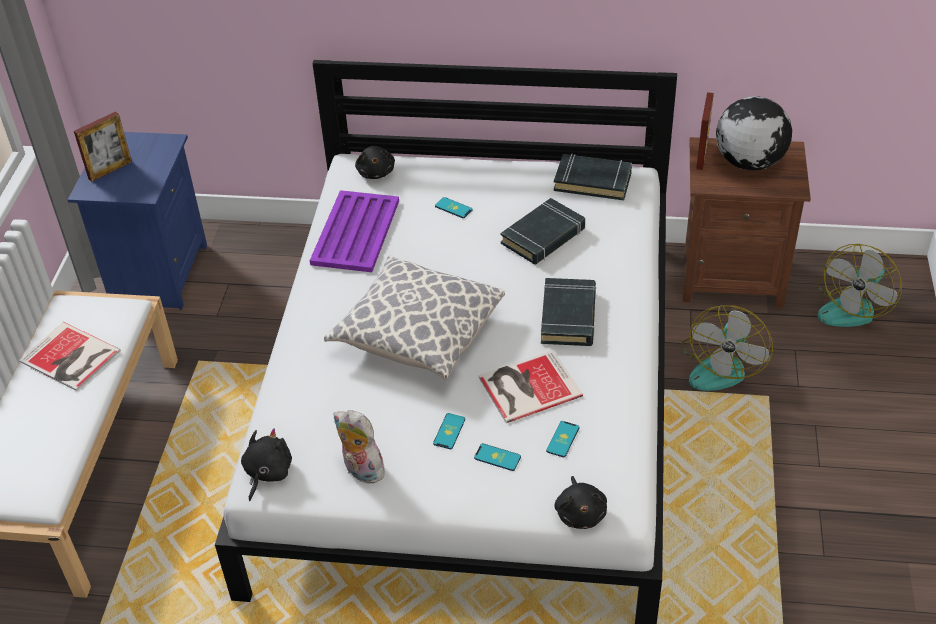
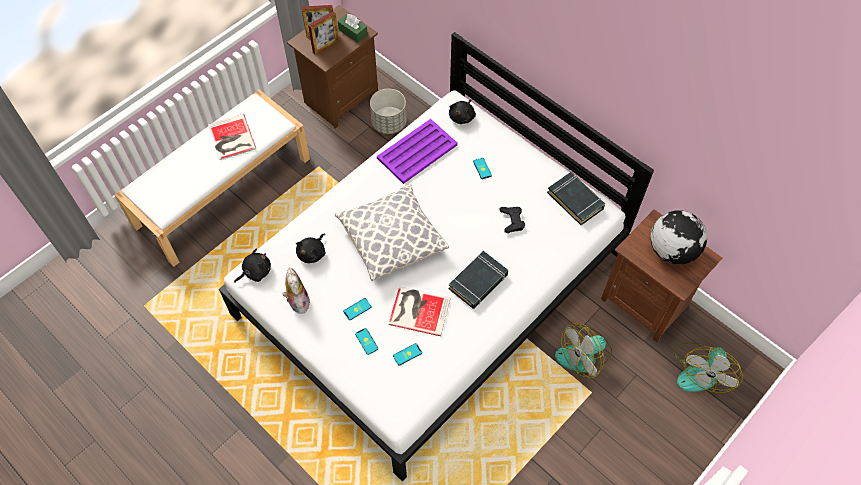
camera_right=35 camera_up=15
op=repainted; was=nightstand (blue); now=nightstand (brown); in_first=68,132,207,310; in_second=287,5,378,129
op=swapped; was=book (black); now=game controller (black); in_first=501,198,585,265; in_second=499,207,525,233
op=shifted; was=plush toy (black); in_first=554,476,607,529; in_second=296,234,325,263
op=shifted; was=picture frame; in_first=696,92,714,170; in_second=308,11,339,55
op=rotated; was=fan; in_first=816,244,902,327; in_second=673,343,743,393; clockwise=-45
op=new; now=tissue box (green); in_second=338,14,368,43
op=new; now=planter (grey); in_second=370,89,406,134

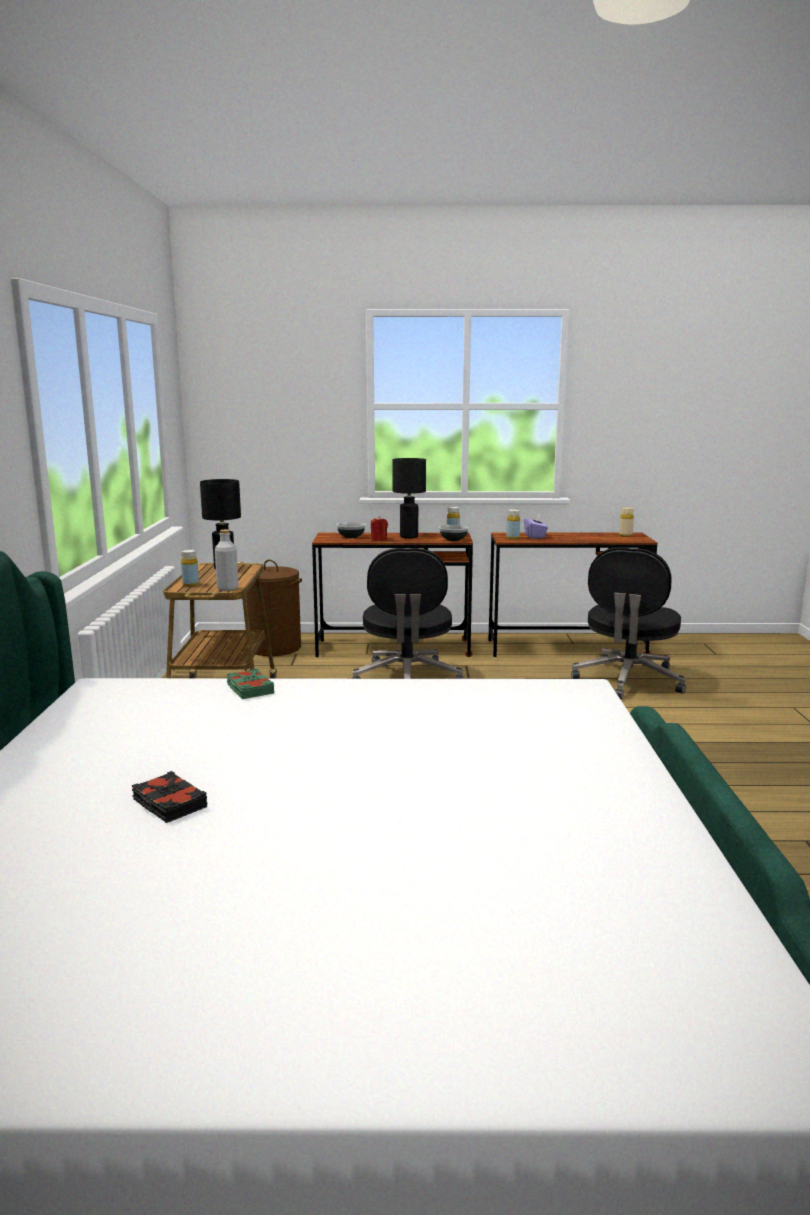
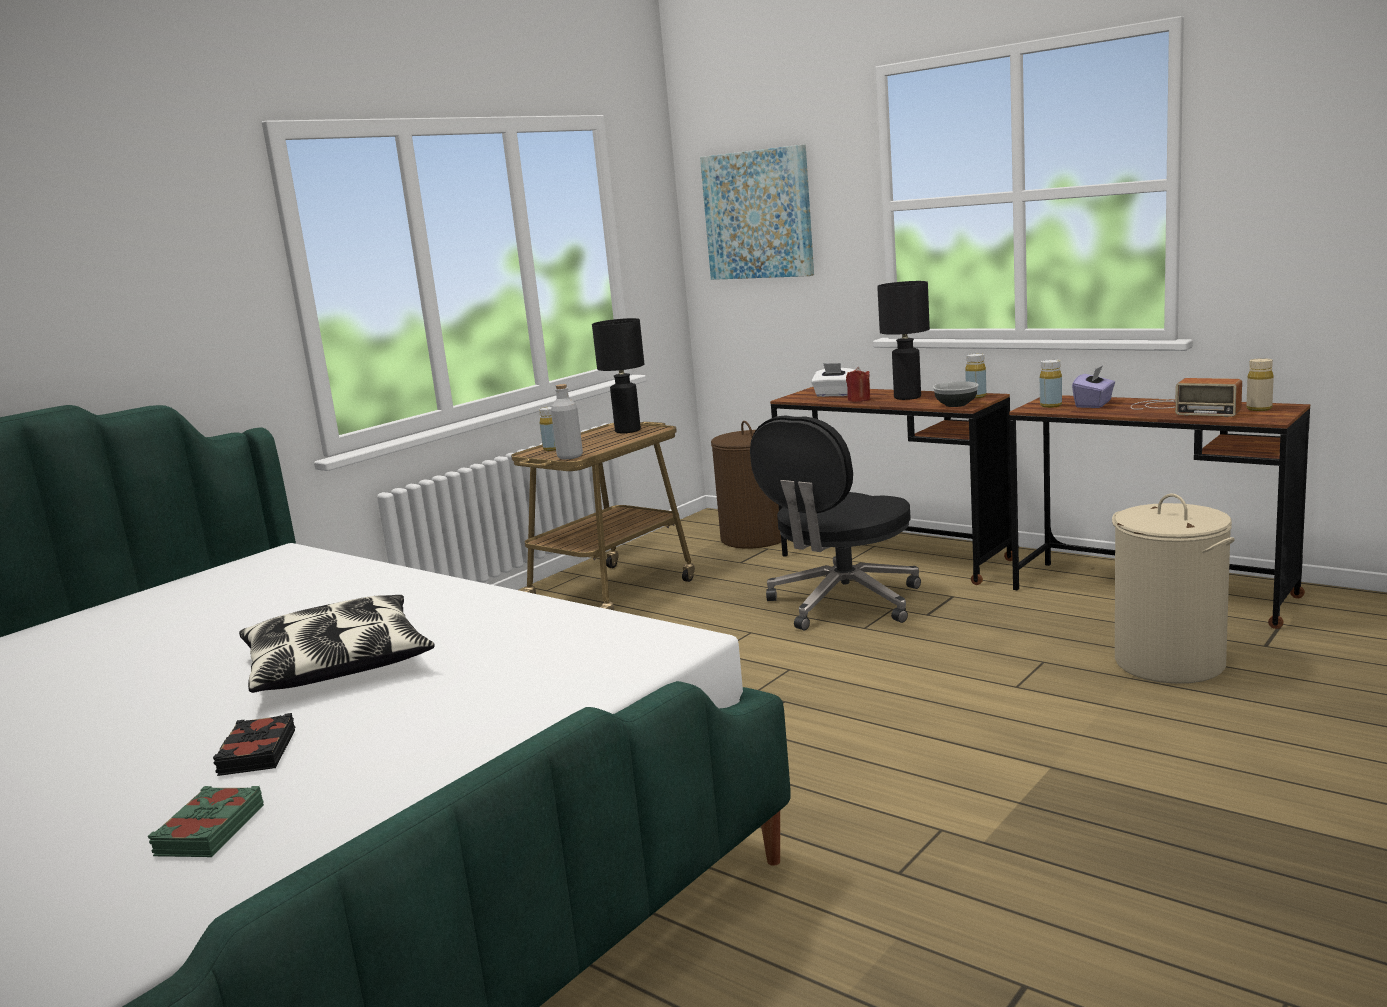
camera_right=40 camera_up=0
op=shifted; was=book (black); in_first=132,771,207,823; in_second=213,713,295,776
op=shifted; was=book (green); in_first=226,668,275,699; in_second=147,786,264,857
op=swapped; was=bowl; now=tissue box (white); in_first=337,522,366,538; in_second=811,363,855,397
op=swapped; was=office chair (black); now=laundry basket (beige); in_first=571,547,686,699; in_second=1112,493,1235,684
op=new; now=pillow; in_second=239,595,435,693
op=new; now=picture; in_second=700,144,814,280
op=new; now=radio; in_second=1131,378,1242,417

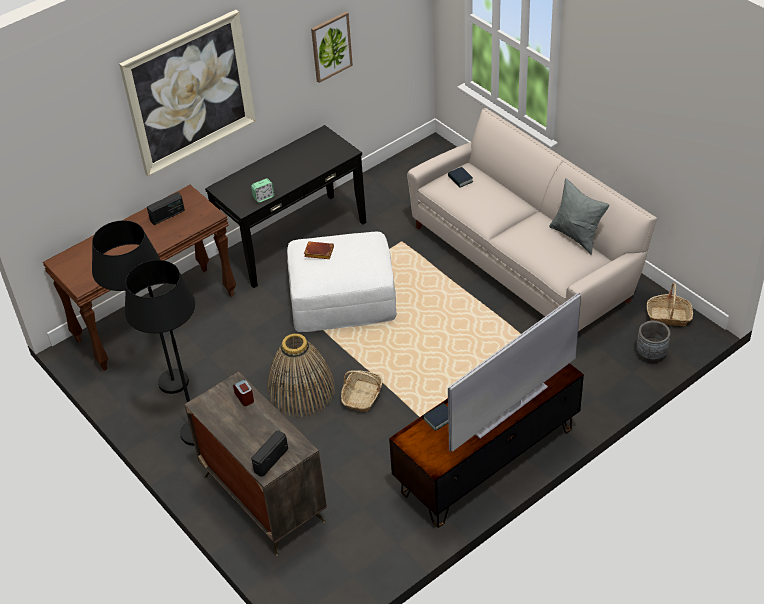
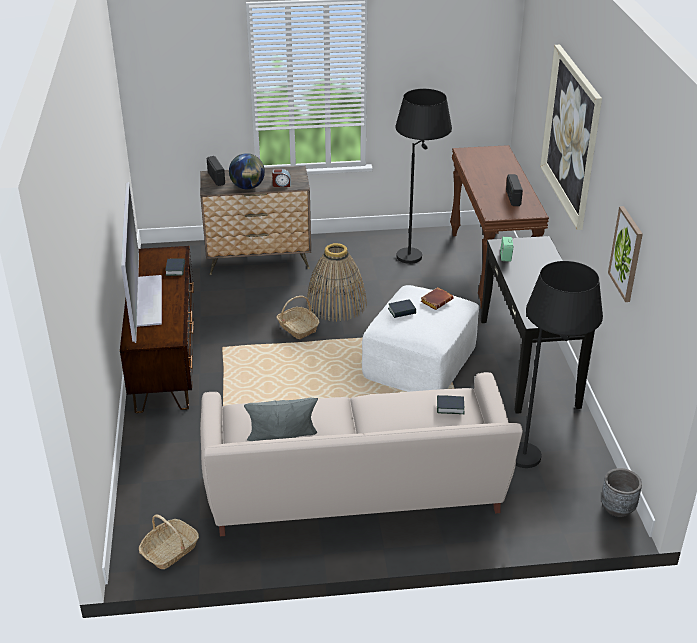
camera_right=120 camera_up=-10
op=shifted; was=floor lamp (black); in_first=125,260,195,446; in_second=516,261,603,468
op=shifted; was=planter (grey); in_first=637,321,671,362; in_second=601,468,642,517
op=new; now=globe; in_second=229,153,265,189
op=new; now=book; in_second=388,299,416,318

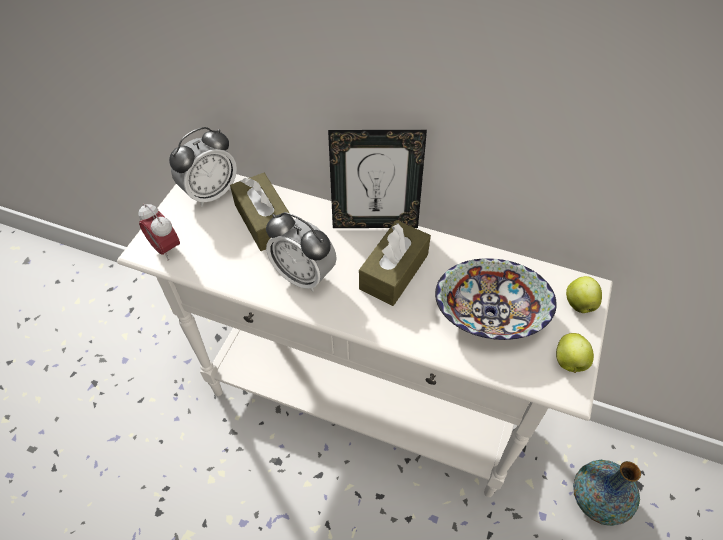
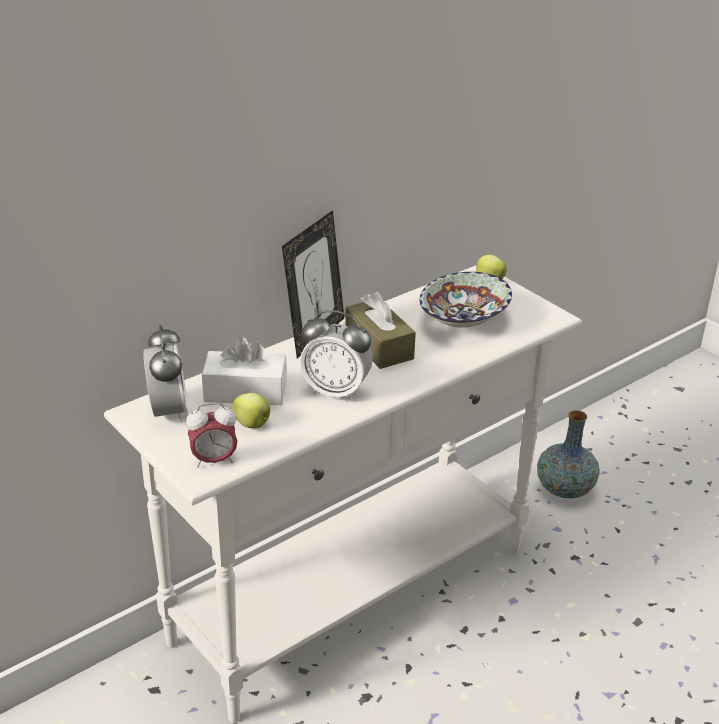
camera_right=-60 camera_up=-20
op=repainted; was=tissue box (brown); now=tissue box (white); in_first=230,173,292,251; in_second=202,337,287,405
op=rotated; was=alarm clock; in_first=266,212,337,292; in_second=300,310,373,402; clockwise=45
op=shifted; was=apple; in_first=556,333,594,373; in_second=232,393,270,429

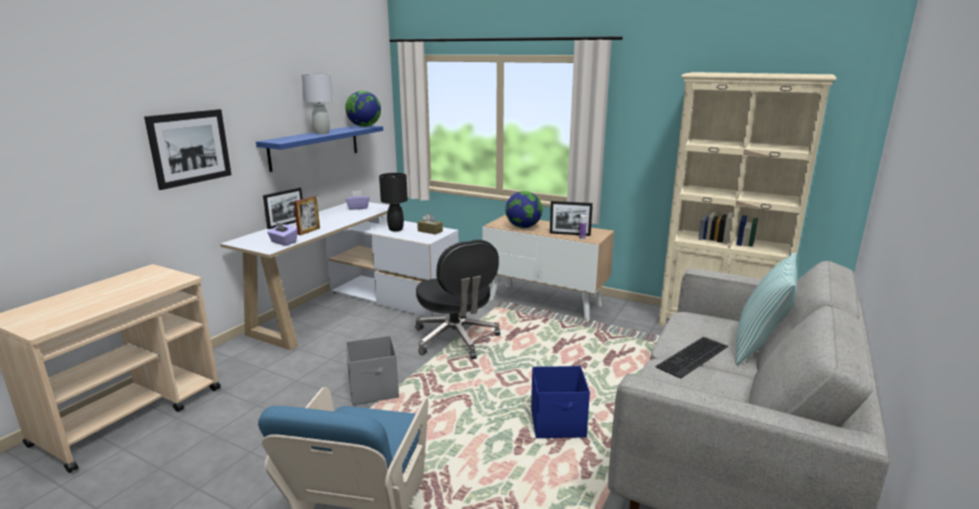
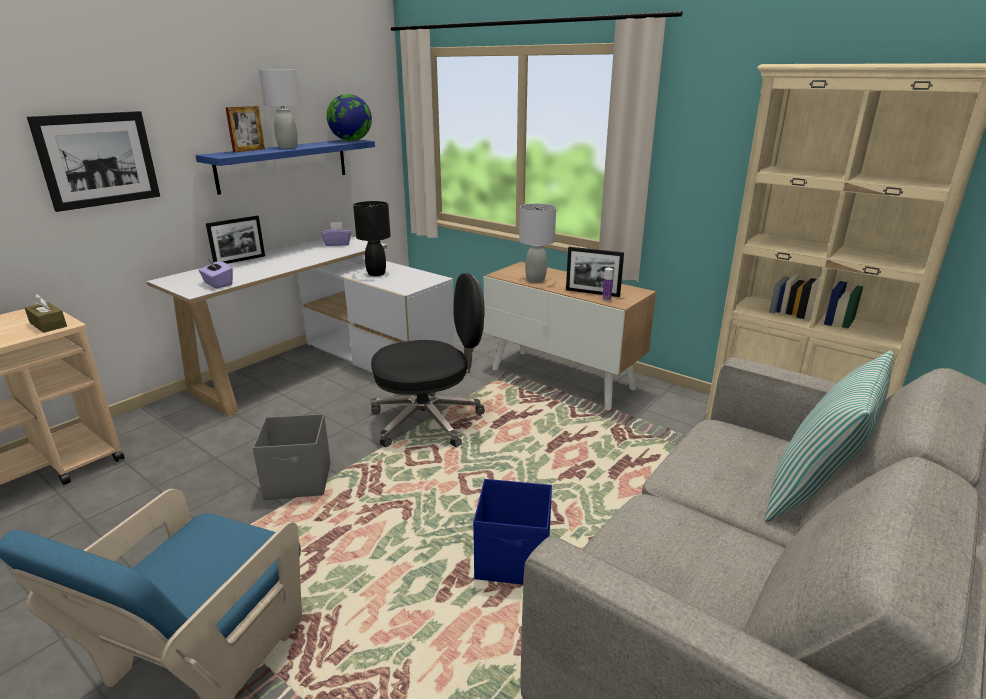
camera_right=10 camera_up=5
op=shifted; was=picture frame; in_first=294,196,320,235; in_second=225,106,265,152
op=rotated; was=office chair (black); in_first=415,240,500,359; in_second=371,273,485,448; clockwise=-90
op=shifted; was=tissue box (brown); in_first=417,213,443,235; in_second=25,293,67,333
op=swapped; was=globe; now=table lamp (grey); in_first=505,191,542,228; in_second=519,203,556,283
op=gone; was=keyboard; in_first=656,337,728,379

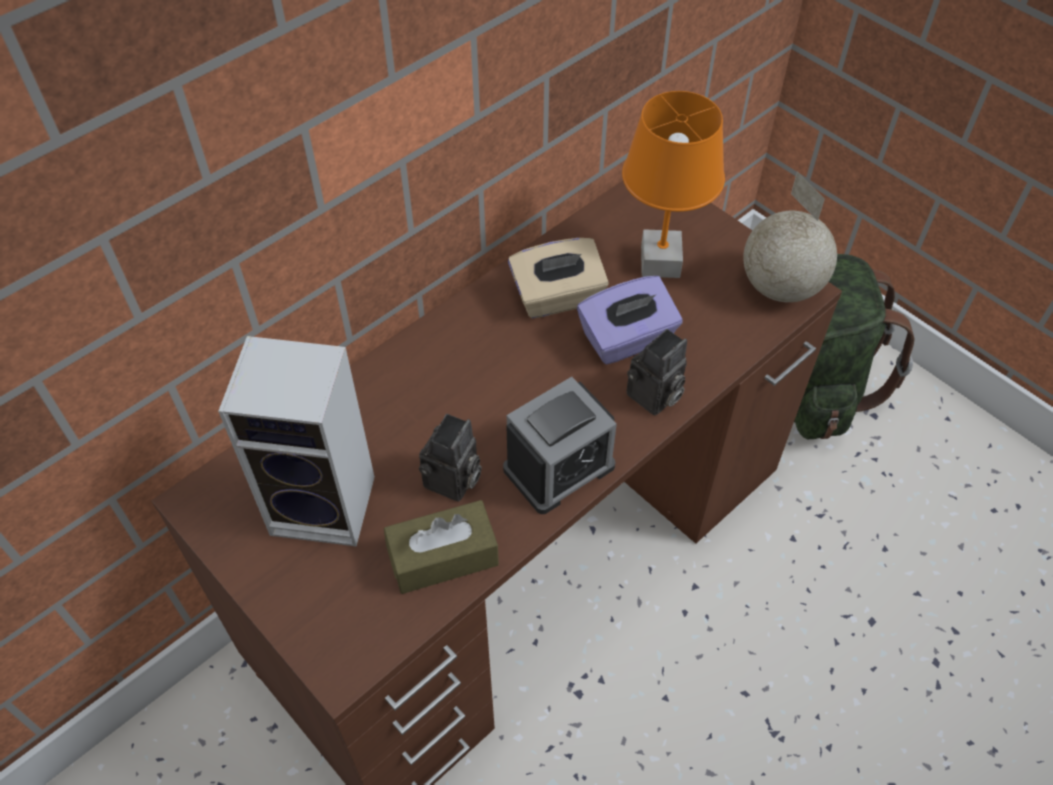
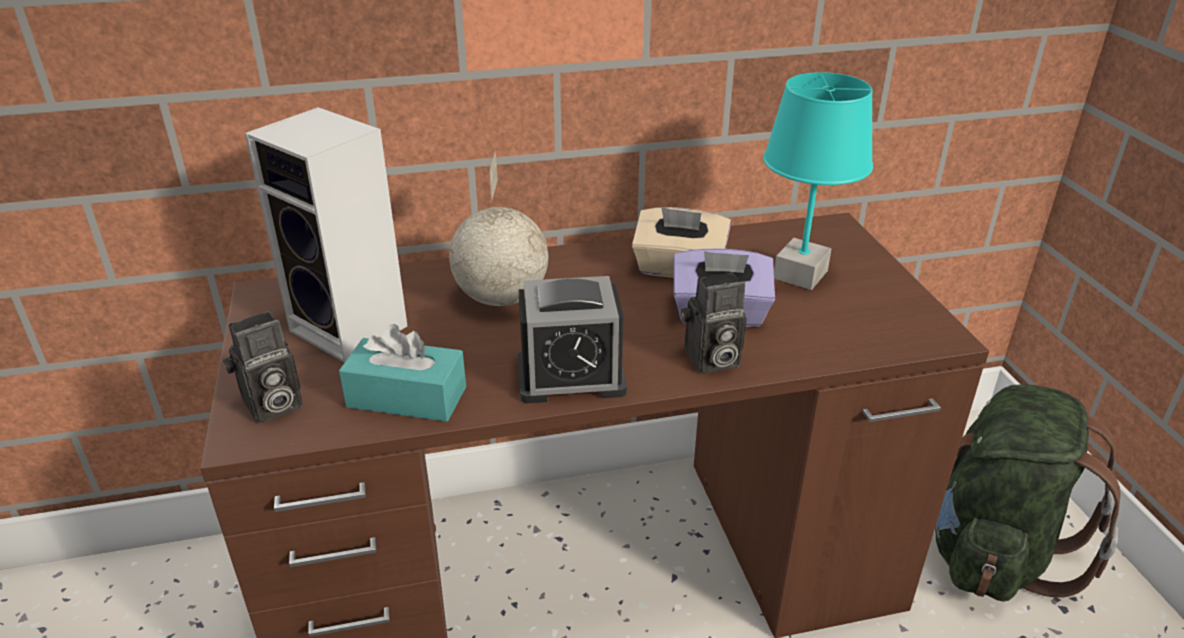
camera_right=30 camera_up=-20
op=repainted; was=tissue box (brown); now=tissue box (turquoise); in_first=384,500,499,594; in_second=339,324,466,422
op=shifted; was=photo camera; in_first=419,414,481,501; in_second=223,311,303,423
op=repainted; was=table lamp (orange); now=table lamp (turquoise); in_first=622,91,725,278; in_second=763,72,873,290
op=shifted; was=globe; in_first=743,171,837,302; in_second=449,151,548,306

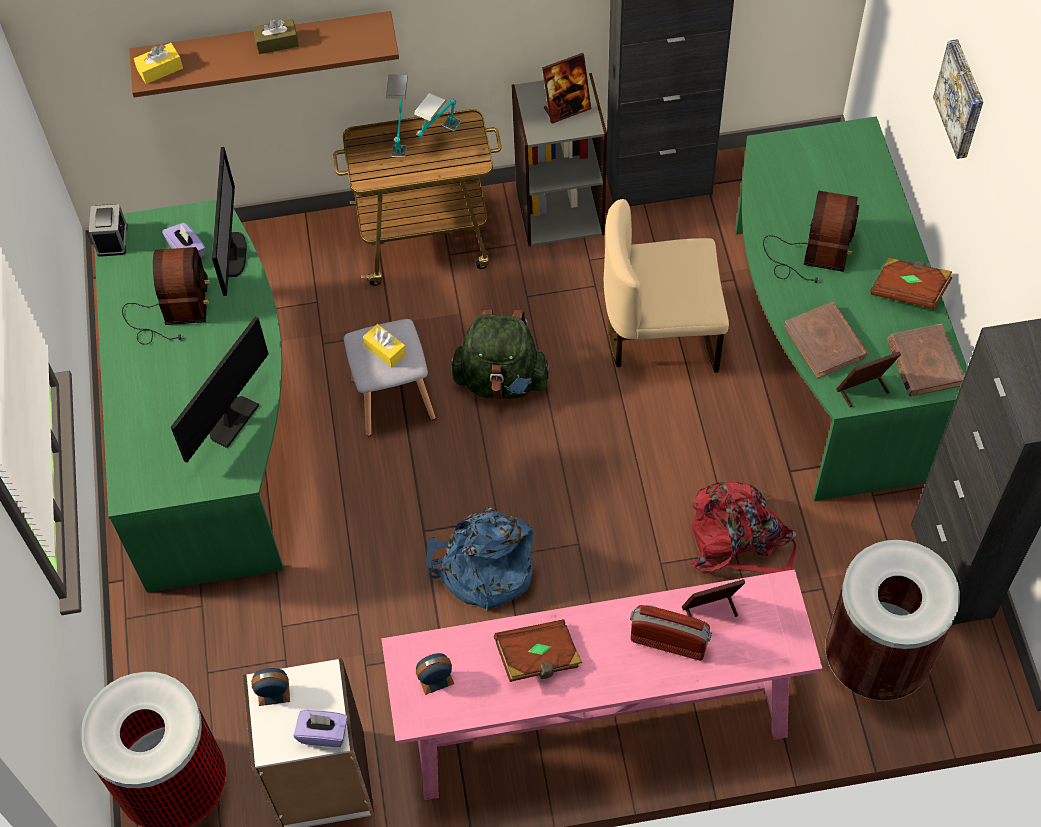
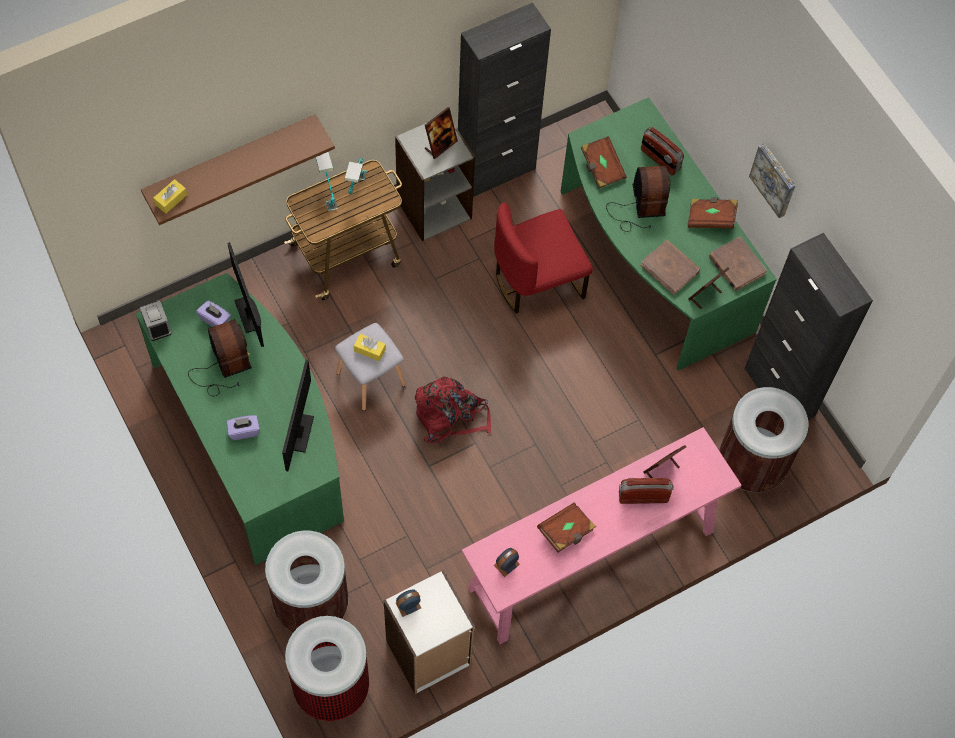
camera_right=-25 camera_up=5
op=gone; was=tissue box (brown); in_first=253,19,299,54
op=shifted; was=tissue box (purple); in_first=294,710,348,747; in_second=226,415,260,440
op=gone; was=backpack (blue); in_first=427,507,534,612
op=gone; was=backpack (green); in_first=451,309,552,399
op=repainted; was=chair (beige); now=chair (red); in_first=604,199,729,373; in_second=494,202,593,313
op=shifted; was=backpack (red); in_first=691,482,797,573; in_second=415,376,491,444
op=shifted; was=picture; in_first=933,39,983,159; in_second=749,143,795,218
op=new; now=trash can (brown); in_second=265,531,348,632
op=new; now=book (brown); in_second=581,136,627,188
op=new; now=radio; in_second=641,127,684,176

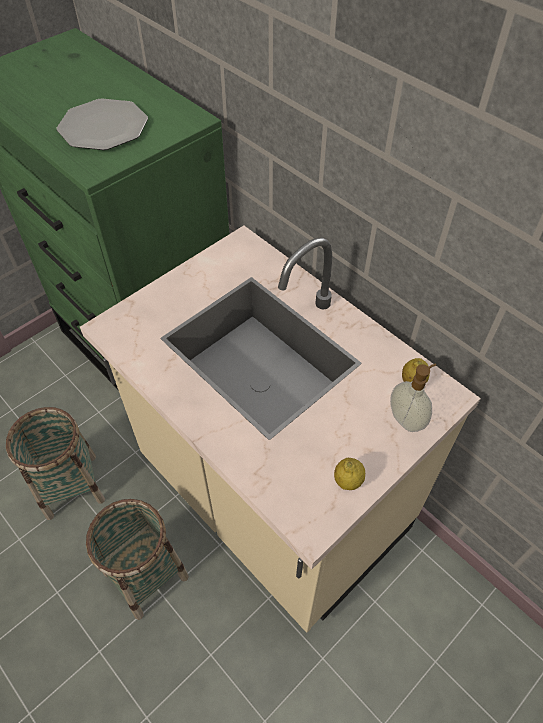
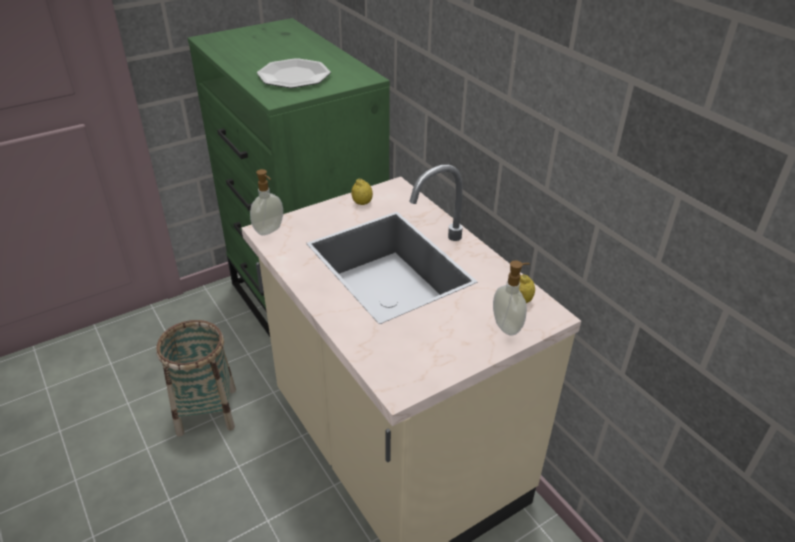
camera_right=10 camera_up=-15
op=gone; was=basket; in_first=86,499,189,620
op=shifted; was=lemon; in_first=334,458,365,490; in_second=351,178,373,205
op=new; now=soap dispenser; in_second=250,169,283,235

